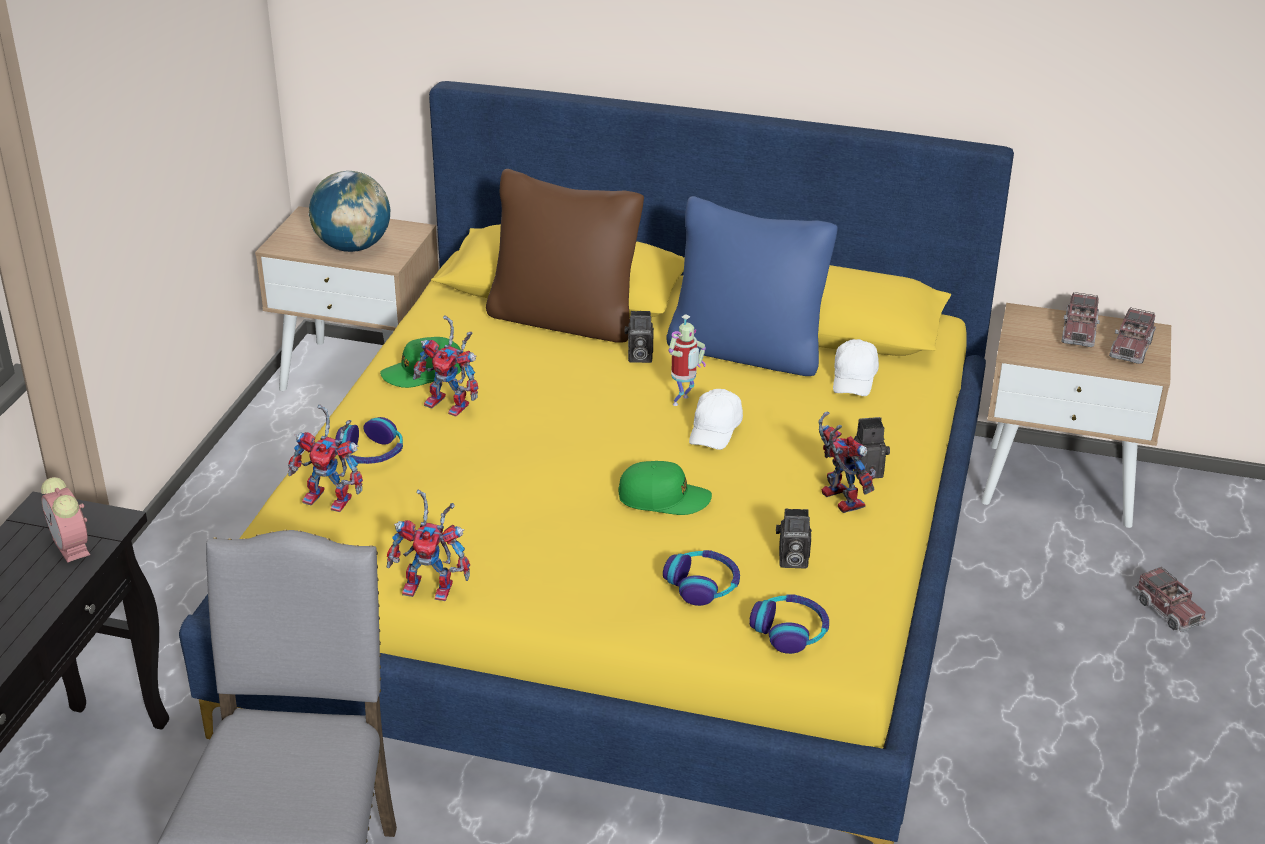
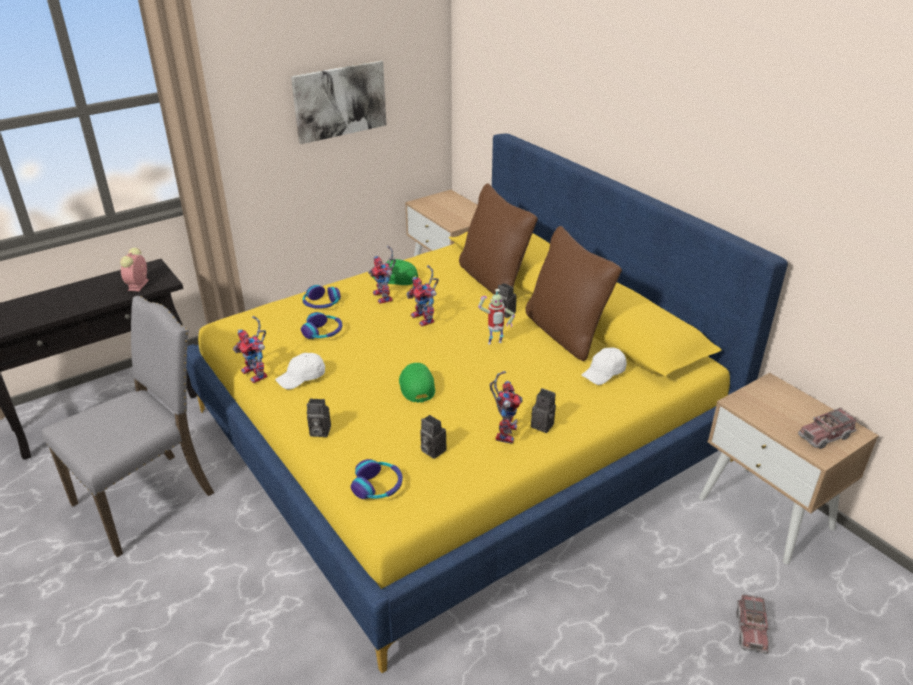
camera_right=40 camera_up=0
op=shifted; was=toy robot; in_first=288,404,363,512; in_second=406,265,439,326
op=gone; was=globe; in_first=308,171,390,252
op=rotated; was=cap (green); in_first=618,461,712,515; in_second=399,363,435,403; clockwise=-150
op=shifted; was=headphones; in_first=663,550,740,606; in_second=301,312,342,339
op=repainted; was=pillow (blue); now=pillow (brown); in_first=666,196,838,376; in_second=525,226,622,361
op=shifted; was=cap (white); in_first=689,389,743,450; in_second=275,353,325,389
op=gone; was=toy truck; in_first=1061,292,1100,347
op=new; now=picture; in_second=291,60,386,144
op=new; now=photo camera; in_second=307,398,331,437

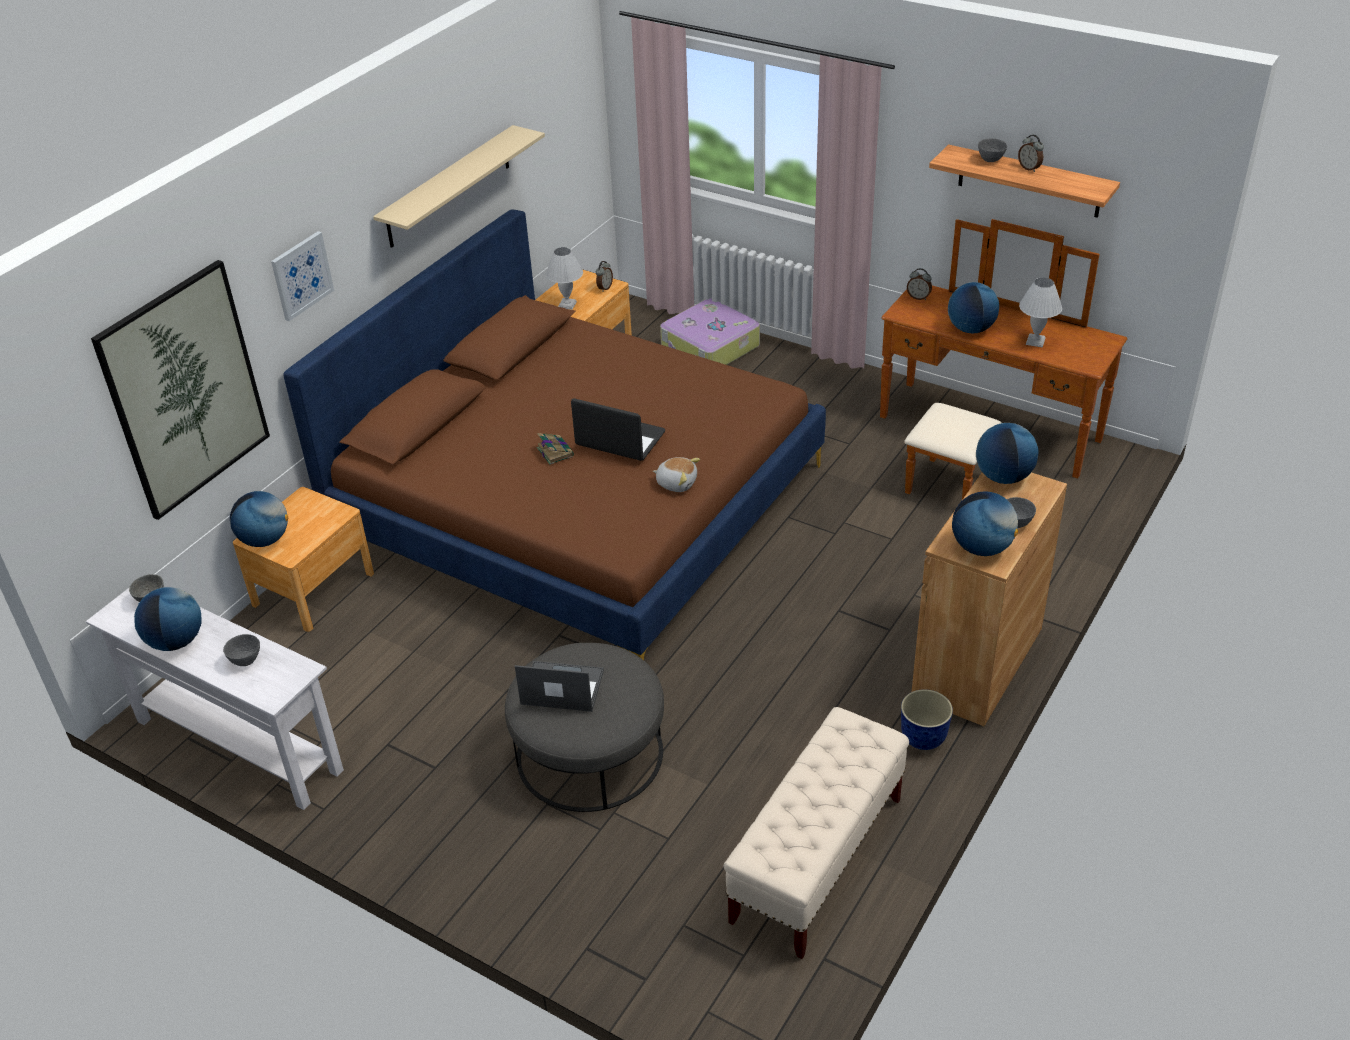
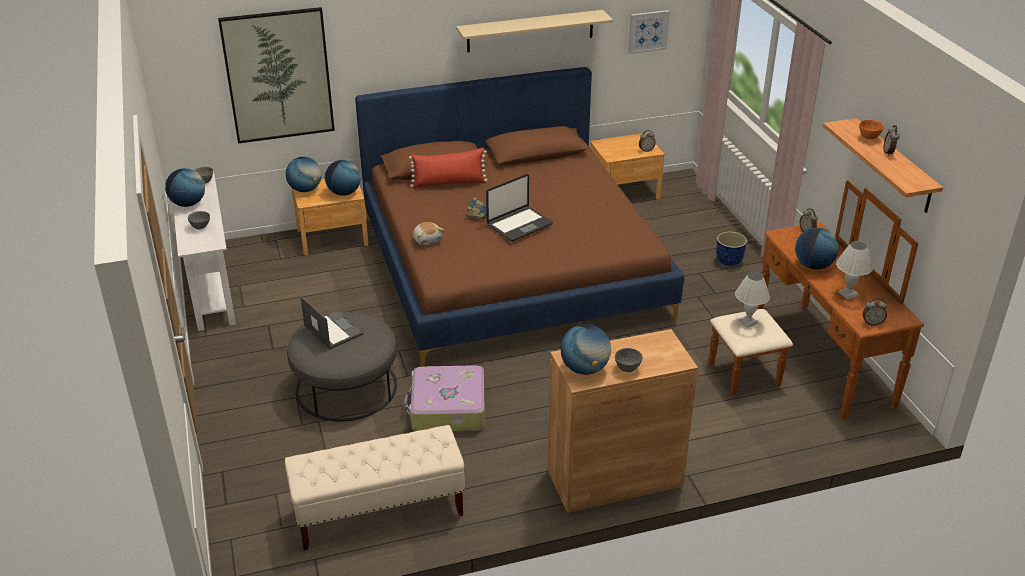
camera_right=40 camera_up=-5
op=shifted; was=picture; in_first=271,231,334,321; in_second=628,10,670,54
op=shifted; was=table lamp (white); in_first=546,247,583,310; in_second=735,272,770,328
op=rotated; was=laptop; in_first=571,398,665,461; in_second=486,174,553,241; clockwise=75
op=shifted; was=plush toy; in_first=653,457,700,492; in_second=413,222,444,245
op=shifted; was=suitcase; in_first=660,298,760,365; in_second=403,365,485,431
op=shifted; was=planter; in_first=901,689,953,750; in_second=716,232,747,266
op=shifted; was=globe; in_first=976,423,1039,484; in_second=325,160,361,196
op=repainted; was=bowl (grey); now=bowl (orange); in_first=978,138,1007,162; in_second=859,120,884,139
op=new; now=pillow (red); in_second=409,148,487,188
op=new; now=alarm clock; in_second=863,298,887,326

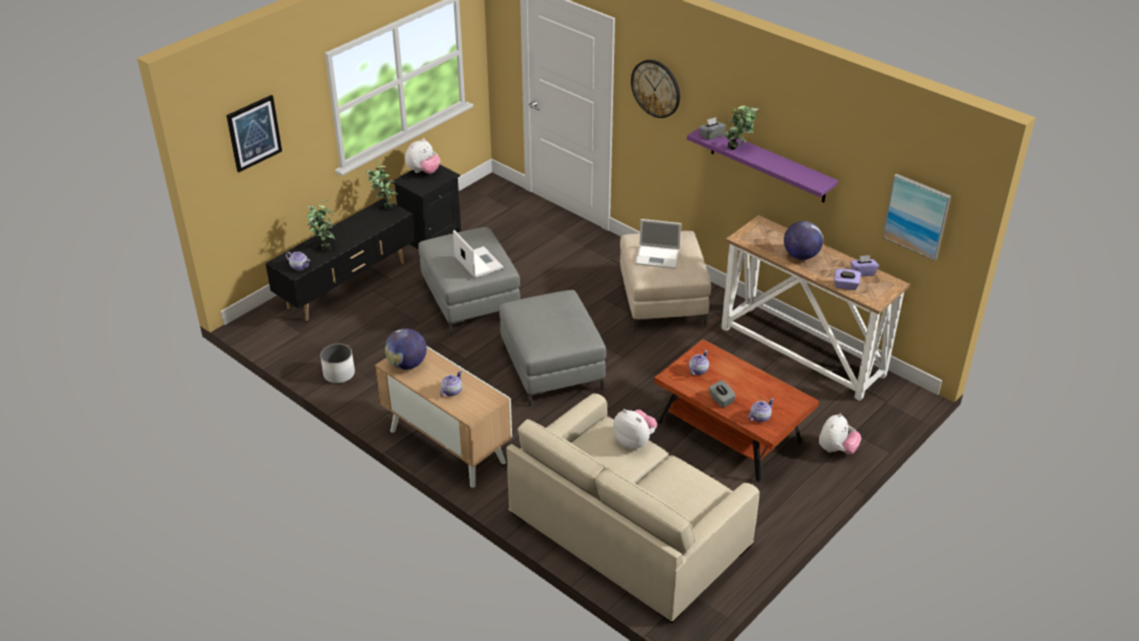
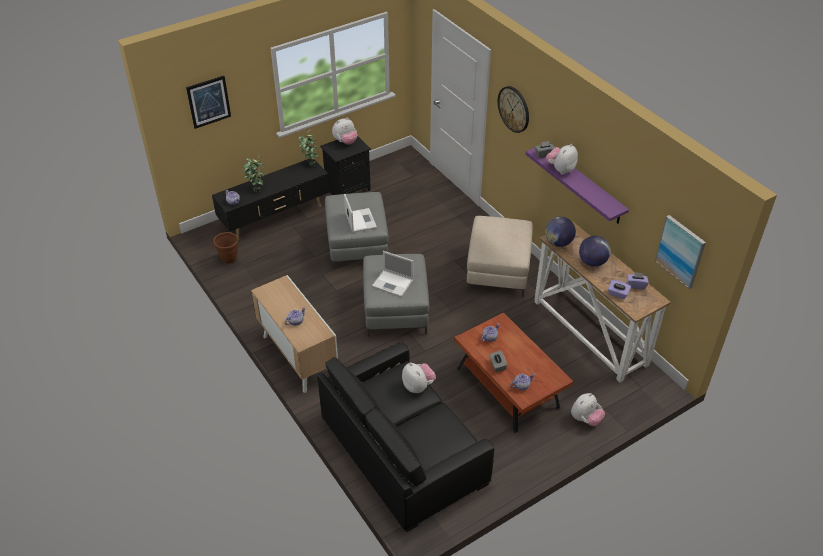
camera_right=15 camera_up=5
op=gone; was=planter (white); in_first=320,344,355,383
op=shifted; was=globe; in_first=385,328,427,370; in_second=545,217,576,247
op=repainted; was=sofa (beige); now=sofa (black); in_first=506,393,760,623; in_second=317,342,494,532
op=shifted; was=laptop; in_first=635,219,682,269; in_second=372,251,414,297
op=swapped; was=potted plant; now=plush toy; in_first=723,106,759,150; in_second=546,144,578,175
op=new; now=planter (brown); in_second=213,232,238,264

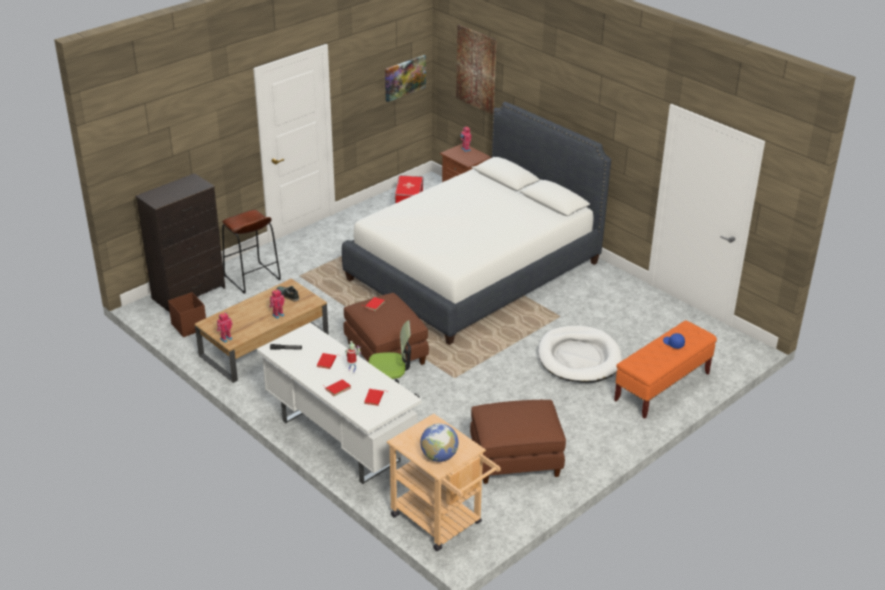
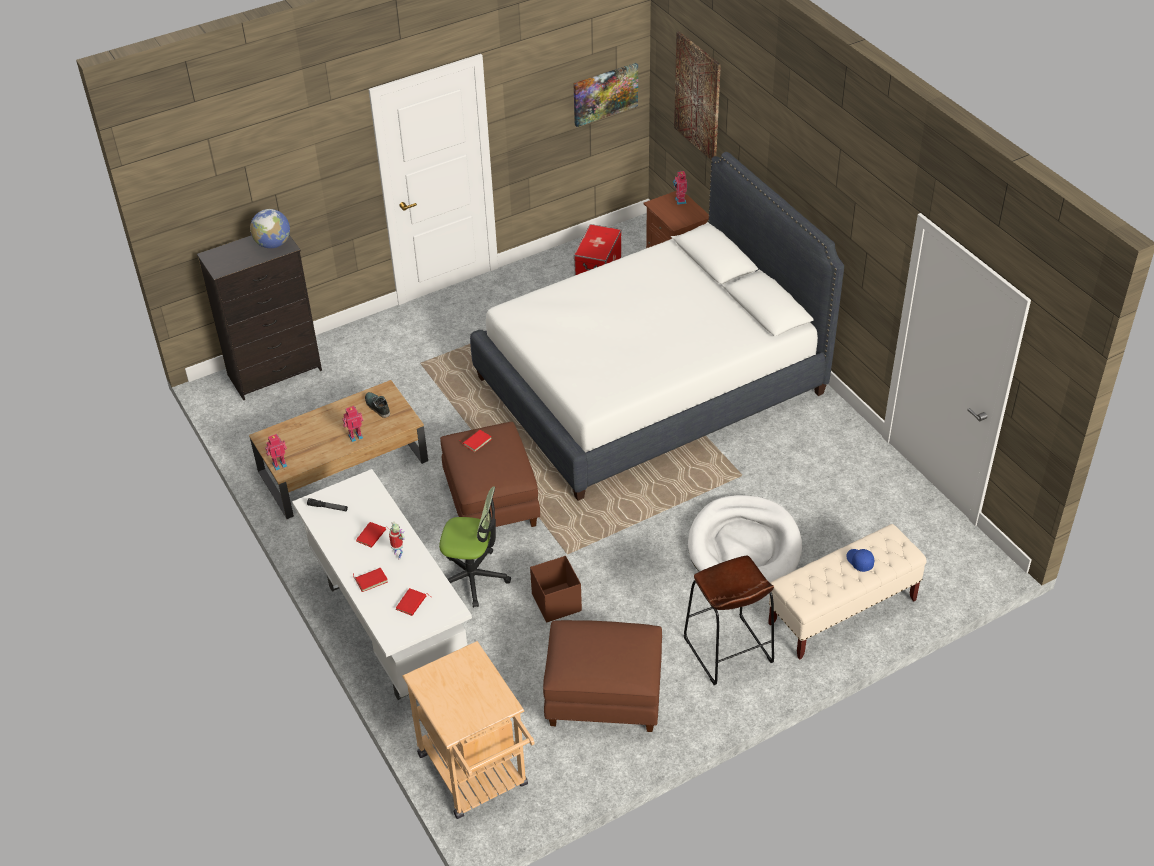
camera_right=15 camera_up=10
op=shifted; was=storage box (brown); in_first=168,292,206,337; in_second=530,556,582,623
op=shifted; was=stool (brown); in_first=222,210,281,293; in_second=684,555,774,685
op=shifted; was=globe; in_first=420,423,459,462; in_second=250,209,290,248
op=repainted; was=bench (orange); now=bench (beige); in_first=614,320,717,419; in_second=768,524,927,660

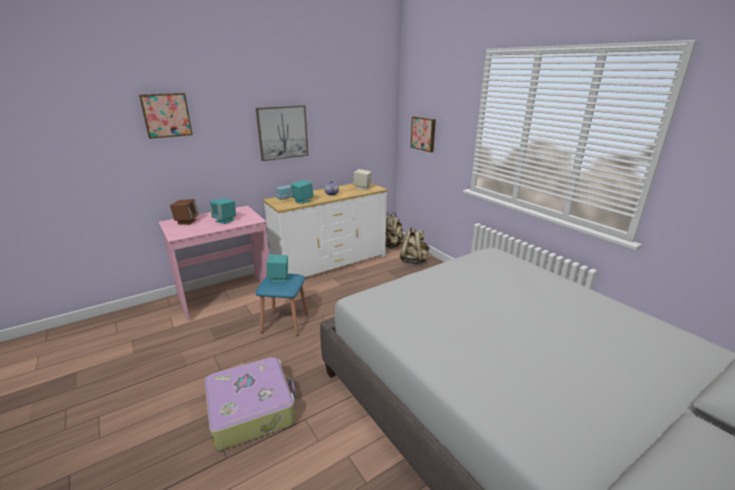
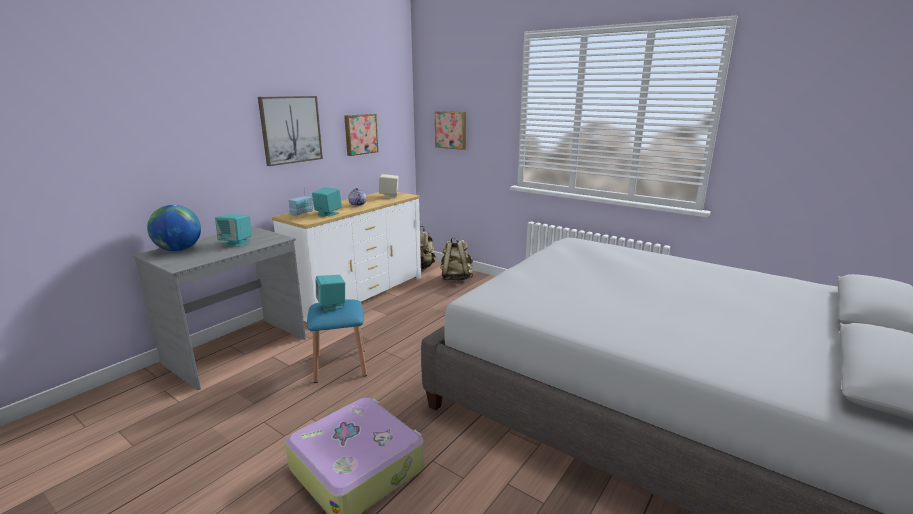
camera_right=-20 camera_up=-5
op=shifted; was=picture; in_first=139,93,193,139; in_second=344,114,378,156
op=repainted; was=desk (pink); now=desk (grey); in_first=159,206,269,321; in_second=133,226,306,390
op=swapped; was=speaker (brown); now=globe; in_first=170,199,199,225; in_second=147,205,201,252

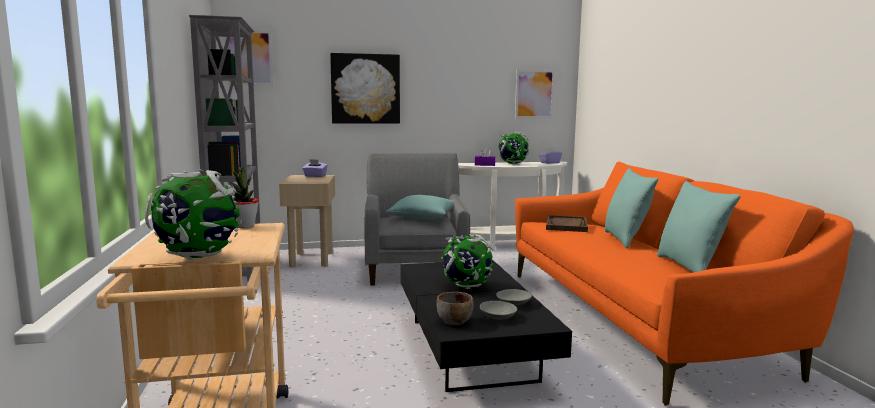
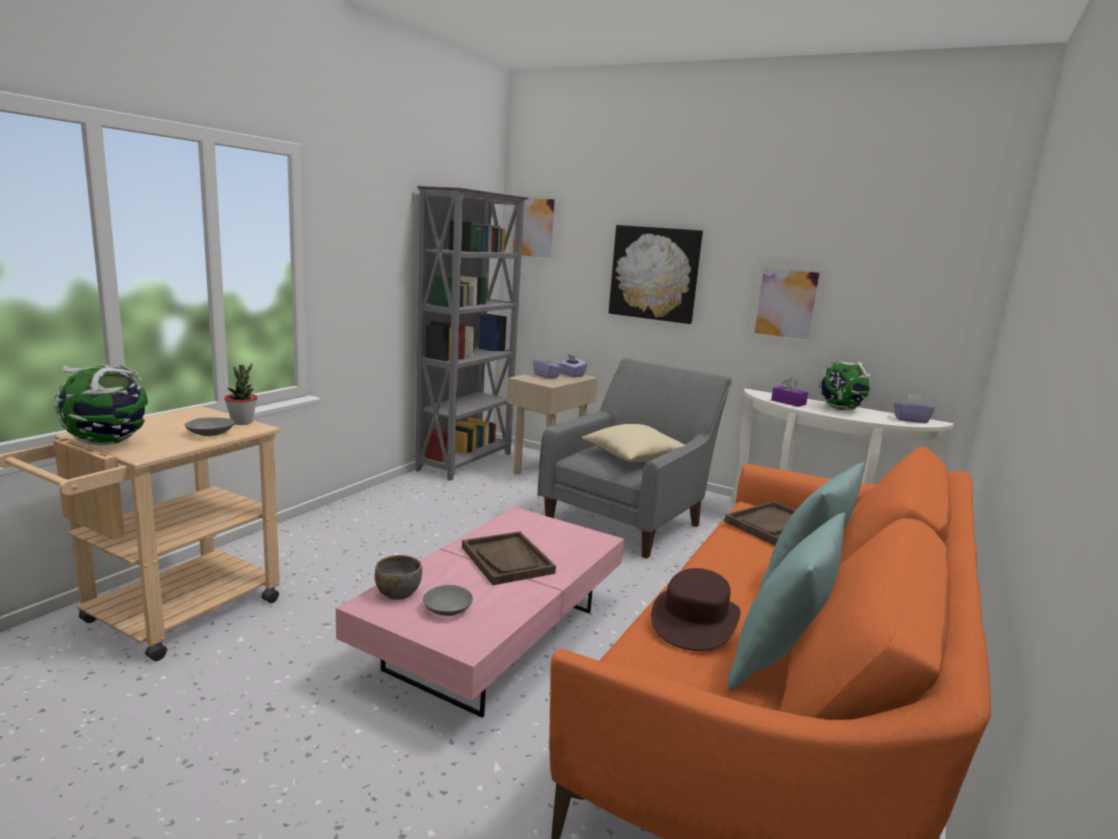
camera_right=40 camera_up=5
op=repainted; was=pillow (turquoise); now=pillow (beige); in_first=386,195,456,219; in_second=582,424,685,462
op=repainted; was=coffee table (black); now=coffee table (pink); in_first=401,260,572,392; in_second=336,507,624,718
op=swapped; was=globe; now=tray (brown); in_first=441,234,493,289; in_second=462,531,556,585
op=shifted; was=bowl (grey); in_first=496,289,532,305; in_second=184,417,235,436
op=shifted; was=picture; in_first=515,70,555,119; in_second=751,264,824,344
op=new; now=tissue box (purple); in_second=533,355,562,379
op=new; now=hat (brown); in_second=651,568,741,651

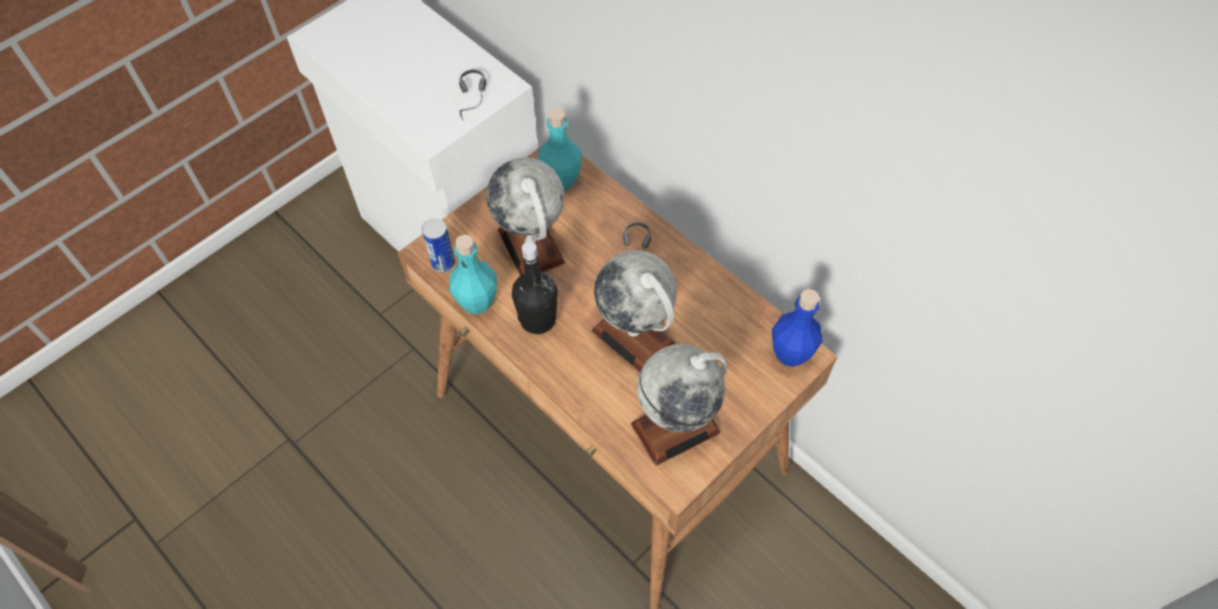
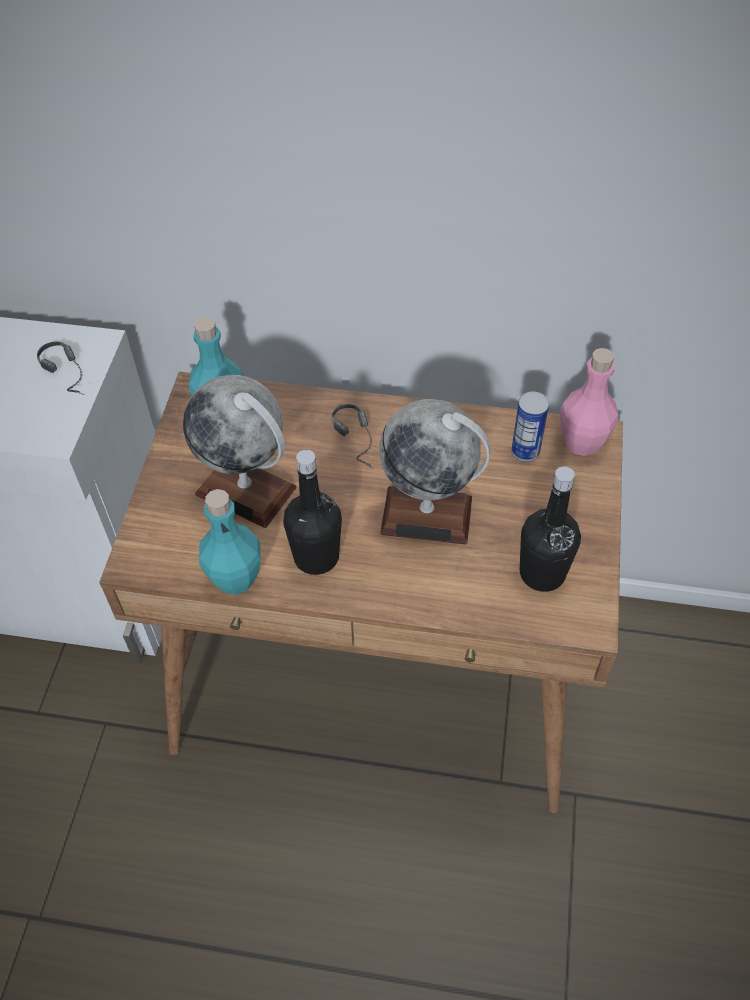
camera_right=-35 camera_up=-5
op=shifted; was=can; in_first=422,218,455,273; in_second=511,392,549,462
op=swapped; was=globe; now=bottle (black); in_first=631,344,727,466; in_second=520,466,581,592
op=repainted; was=bottle (blue); now=bottle (pink); in_first=772,289,822,367; in_second=560,348,618,456

